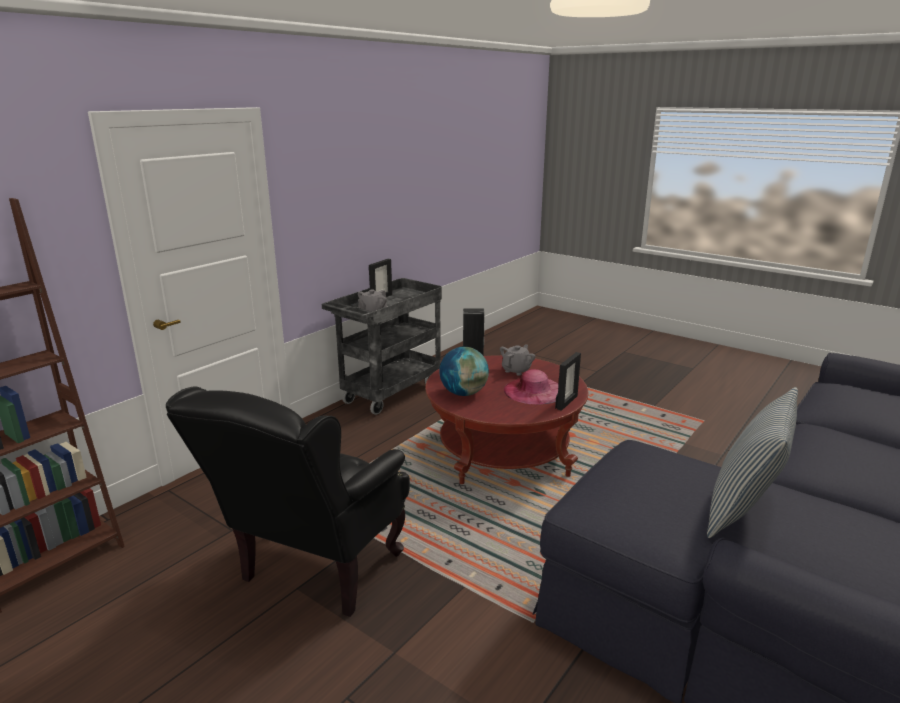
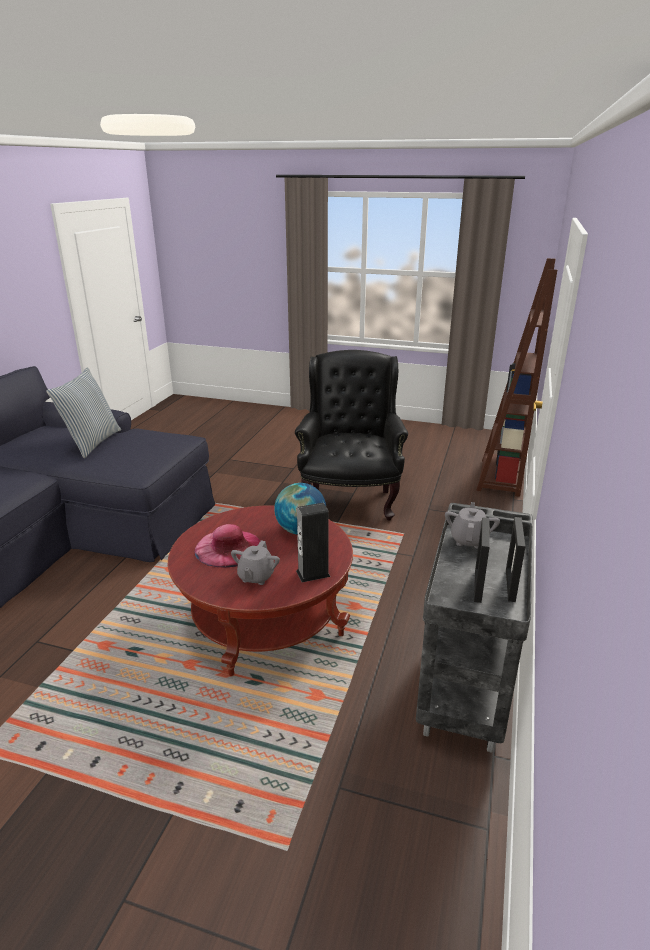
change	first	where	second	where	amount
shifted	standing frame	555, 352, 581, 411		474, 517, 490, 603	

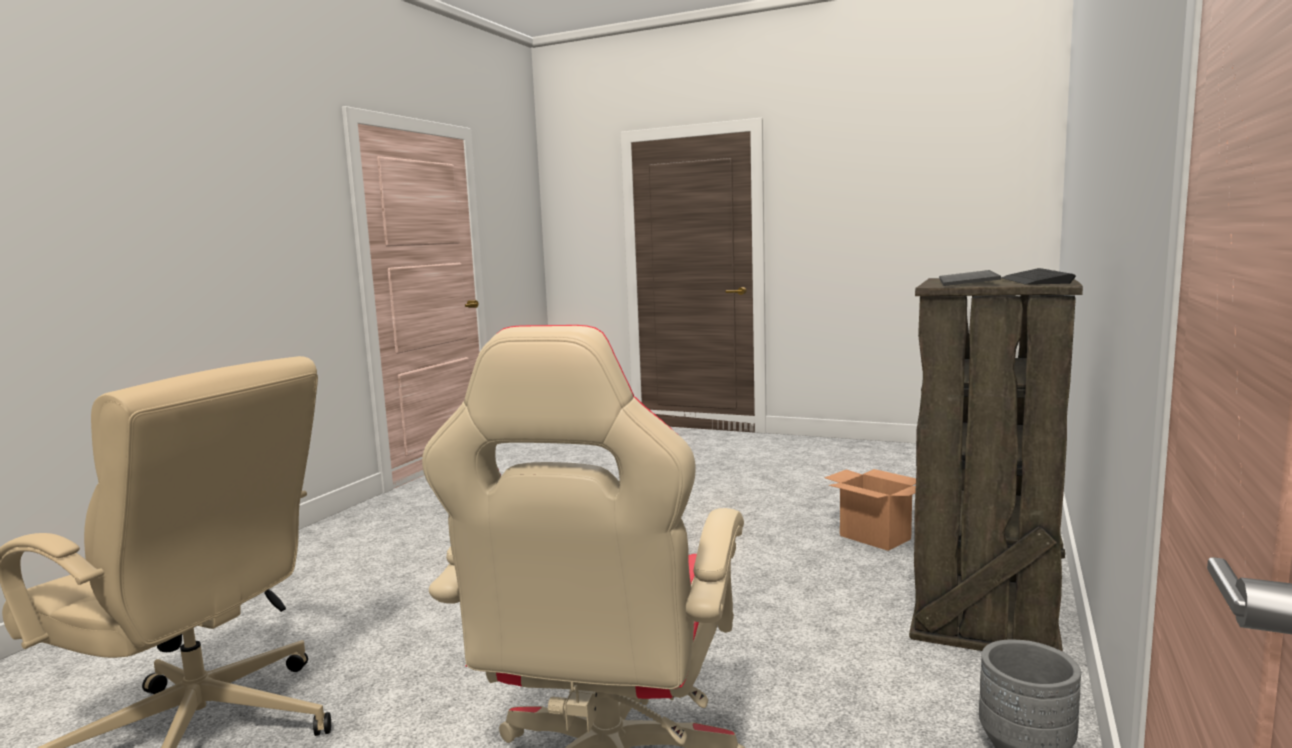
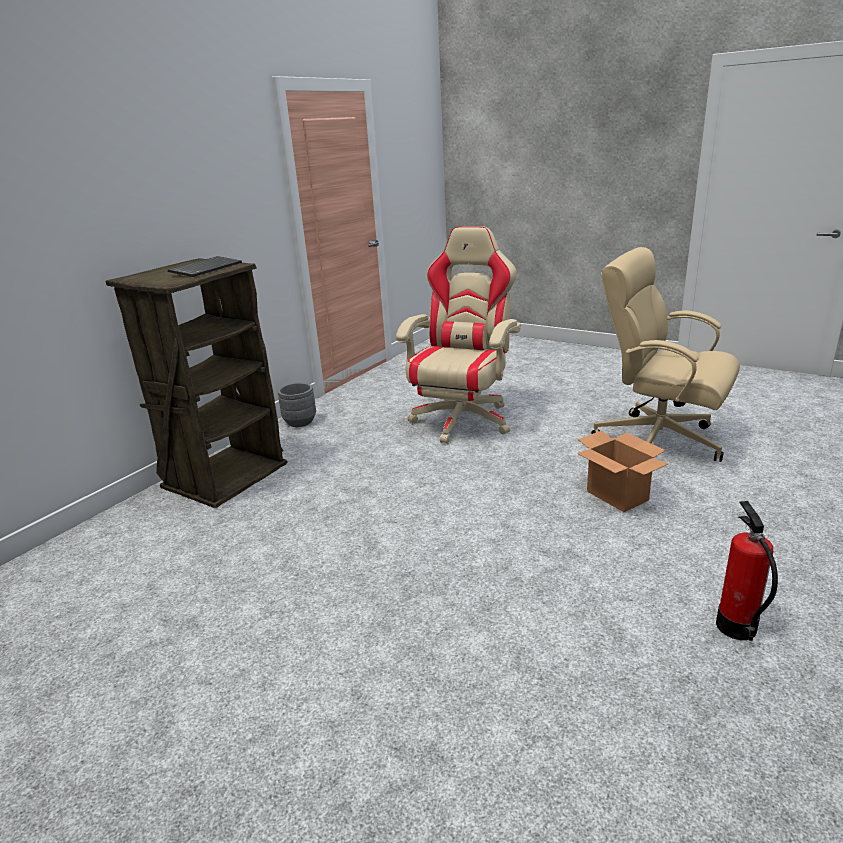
change	first	where	second	where	amount
shifted	packing box	824, 469, 916, 551		577, 431, 668, 512	
new			fire-fighting cylinder	716, 501, 778, 641	
gone	computer keyboard	1001, 268, 1076, 285			

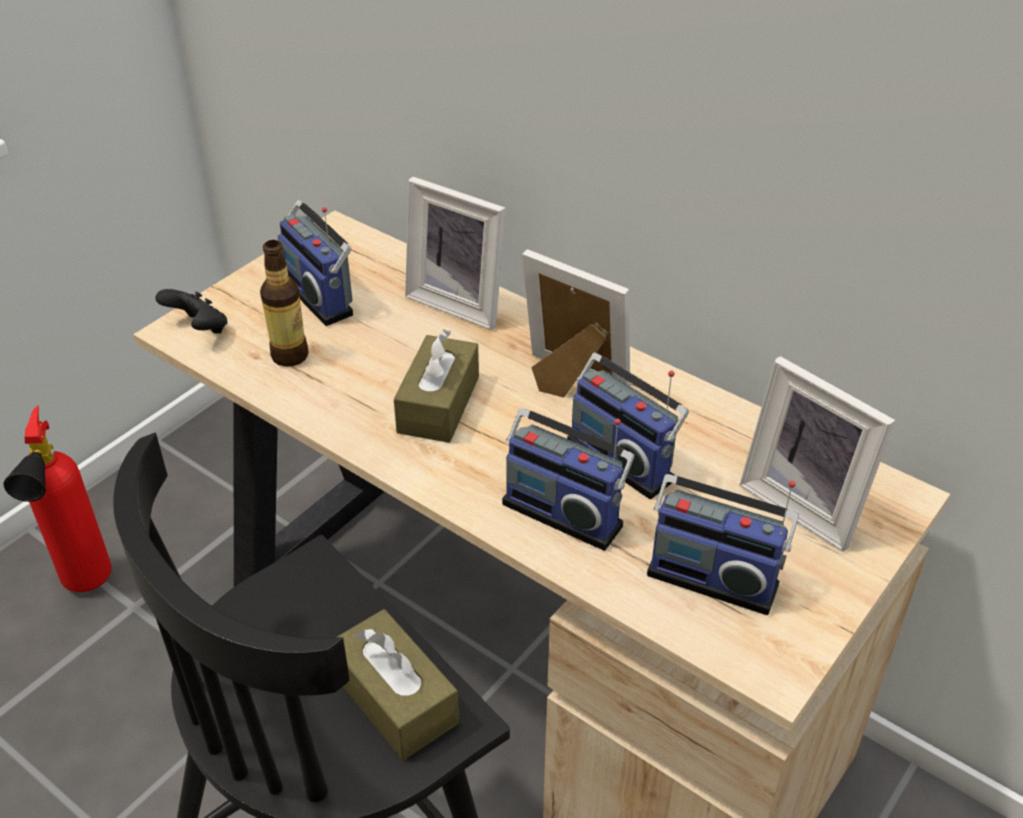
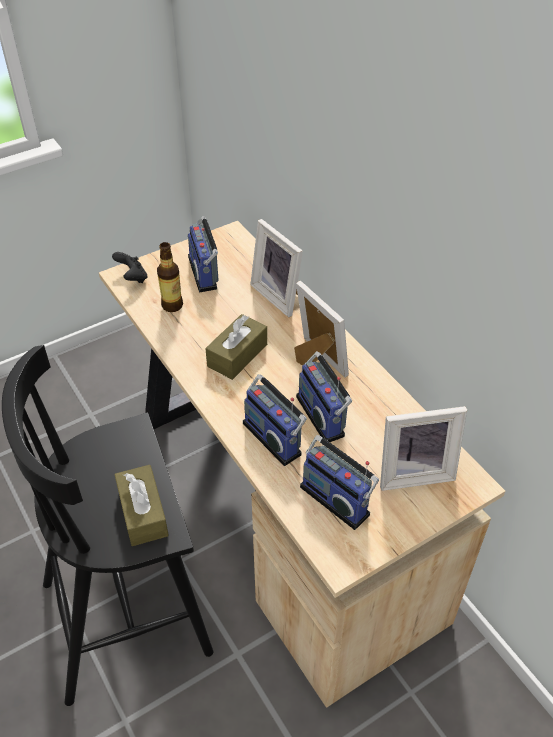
change	first	where	second	where	amount
rotated	standing frame	740, 356, 896, 551		380, 406, 467, 491	75 degrees counterclockwise
gone	fire-fighting cylinder	4, 406, 112, 592			

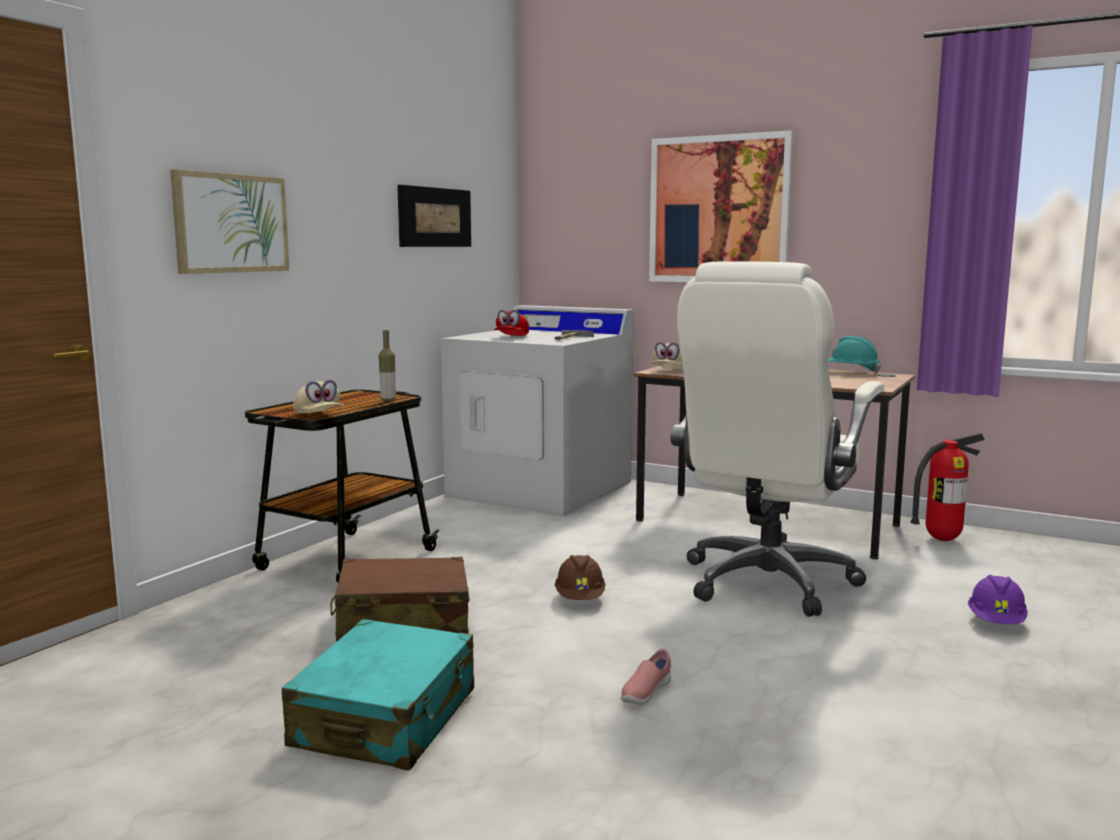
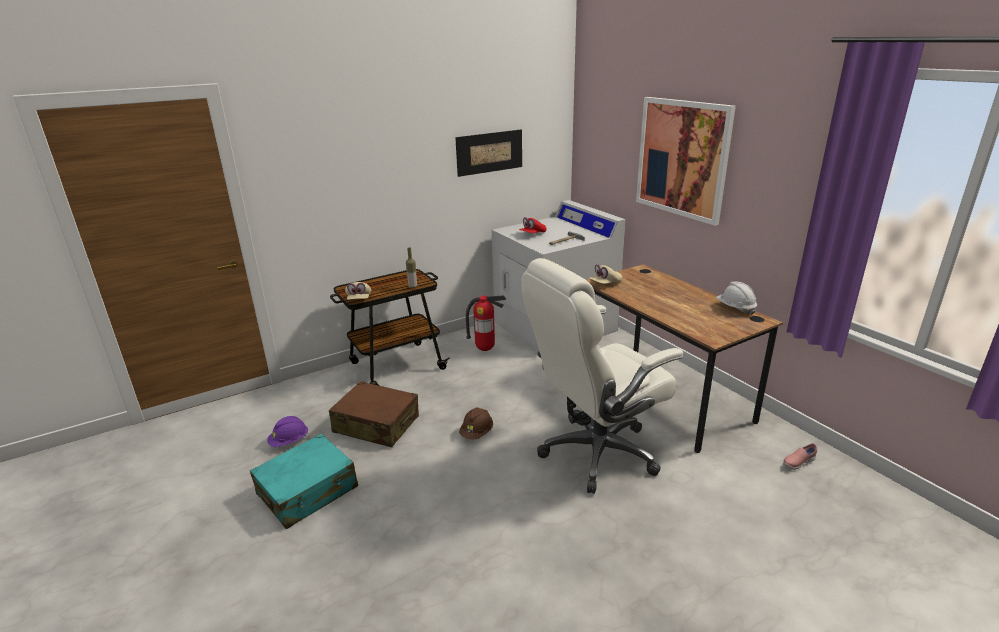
change	first	where	second	where	amount
shifted	hard hat/purplish	968, 575, 1028, 624		267, 416, 308, 447	
shifted	fire-fighting cylinder	910, 433, 985, 541		466, 295, 506, 351	
repainted	hard hat/blue-green	827, 336, 881, 374	hard hat/white-coloured	716, 282, 757, 315	
shifted	item of footwear/pink-coloured	621, 649, 671, 705		783, 443, 817, 470	
gone	picture	170, 169, 289, 274			

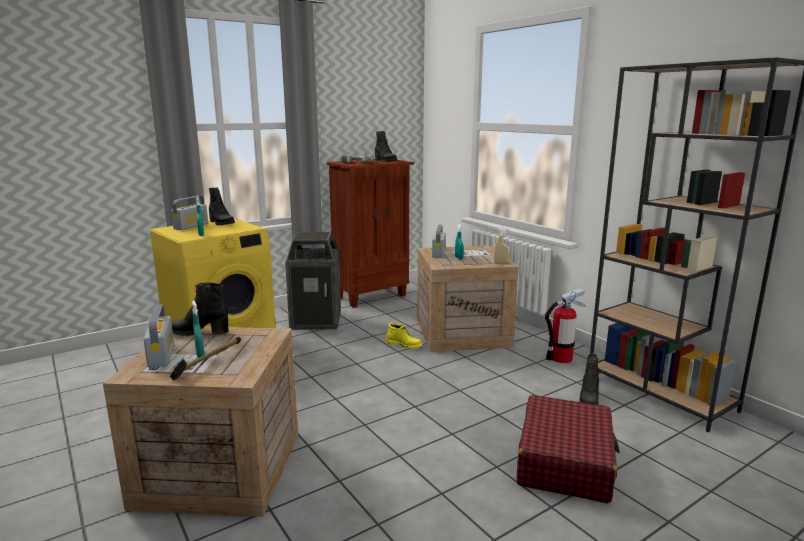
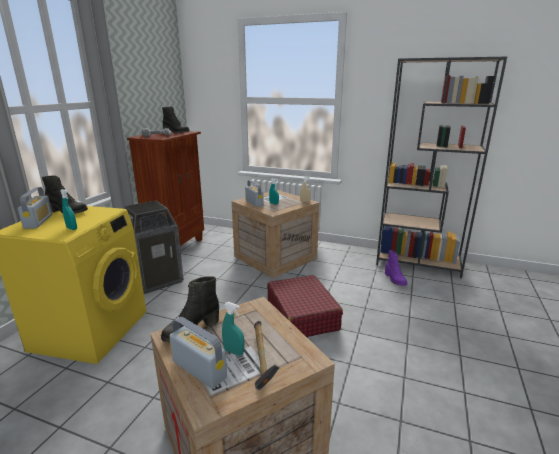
change	first	where	second	where	amount
shifted	suitcase/reddish	517, 395, 620, 504		267, 275, 343, 337	
repainted	boot/black	579, 353, 599, 405	boot/purplish	385, 250, 407, 286	
gone	boot/yellowish	386, 323, 423, 348			
gone	fire-fighting cylinder	545, 288, 585, 363			

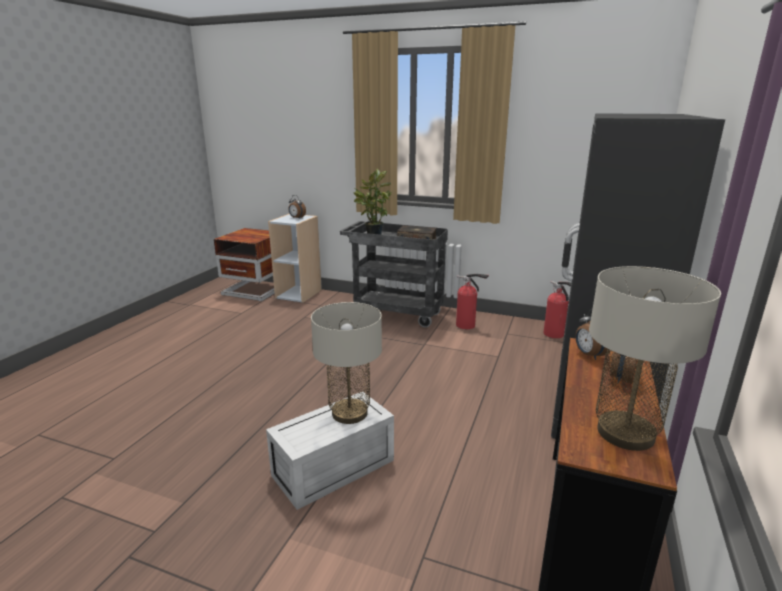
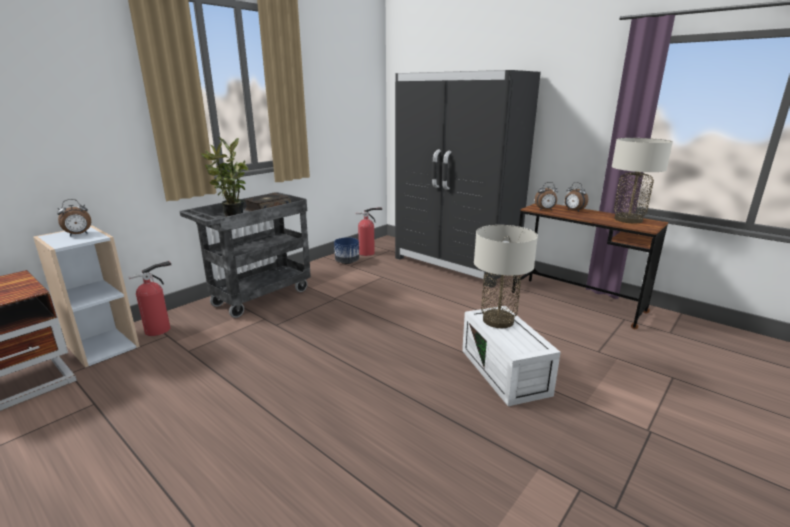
change	first	where	second	where	amount
shifted	fire-fighting cylinder	456, 274, 489, 329		129, 261, 171, 336	
new			plant pot/bluish	334, 237, 359, 264	

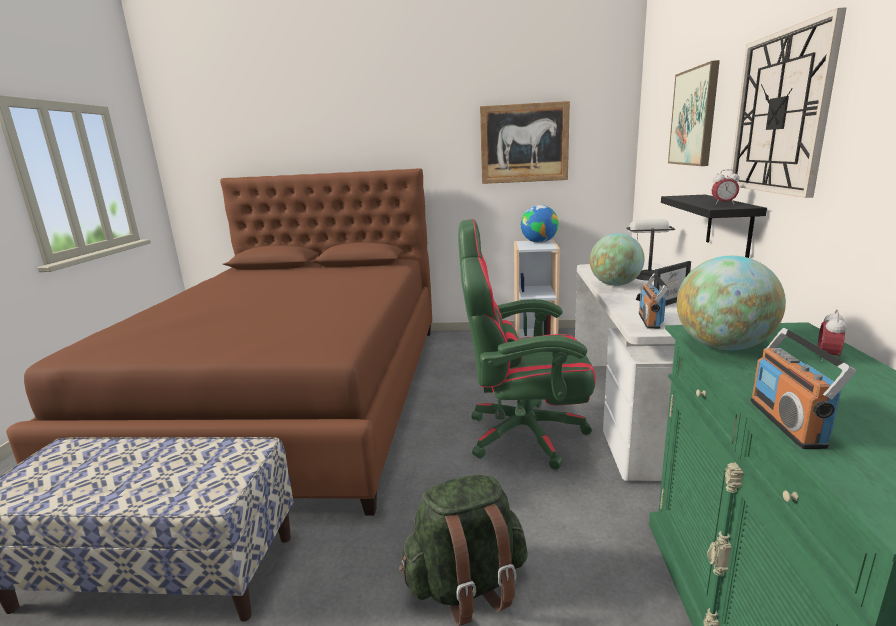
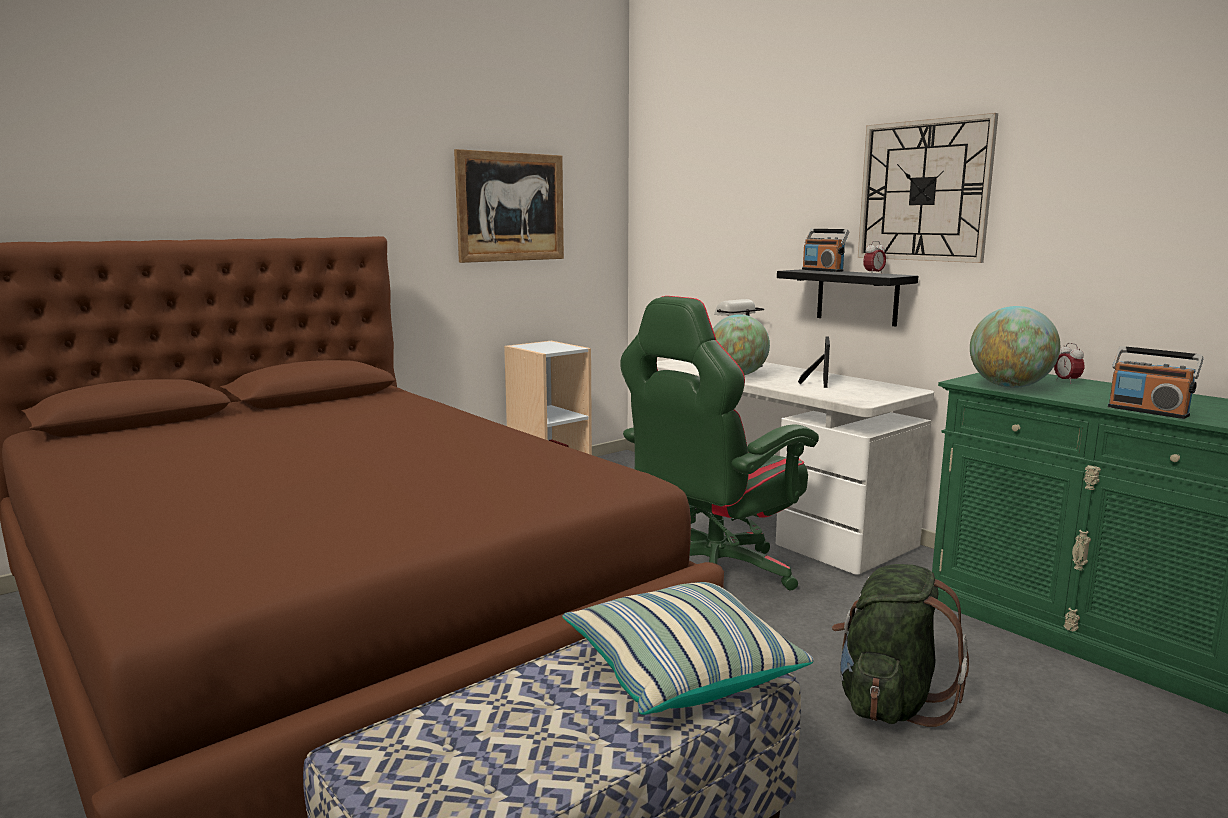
change	first	where	second	where	amount
new			throw pillow	562, 582, 814, 715	
shifted	radio	639, 273, 668, 329		802, 229, 849, 272	
gone	world globe	521, 205, 559, 243			
gone	picture	668, 60, 720, 166			

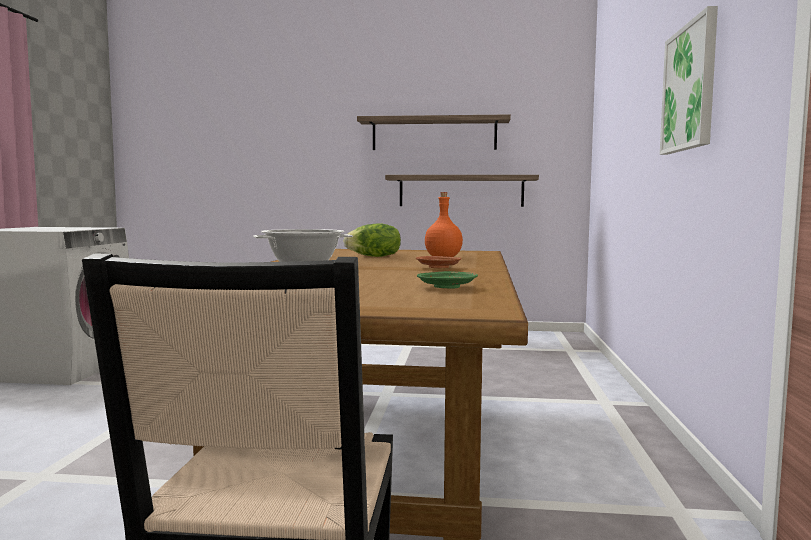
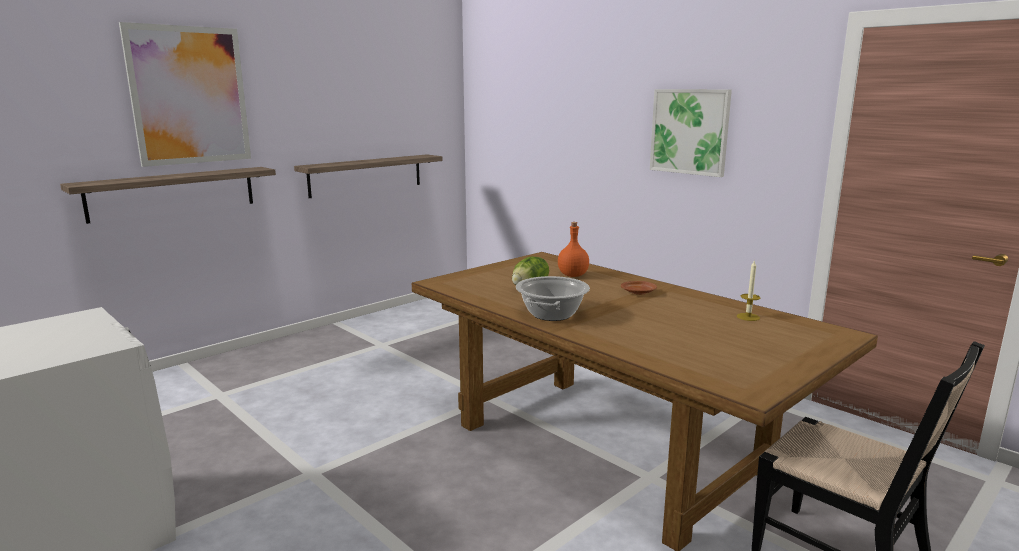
change	first	where	second	where	amount
shifted	wall shelf	357, 114, 511, 150		60, 167, 276, 224	
new			picture	119, 22, 251, 167	
swapped	flat dish/green-coloured	417, 271, 478, 288	wax candle	737, 260, 760, 321	

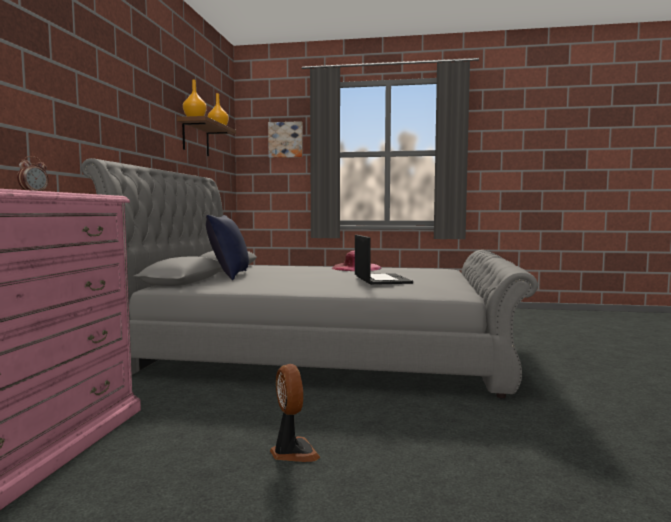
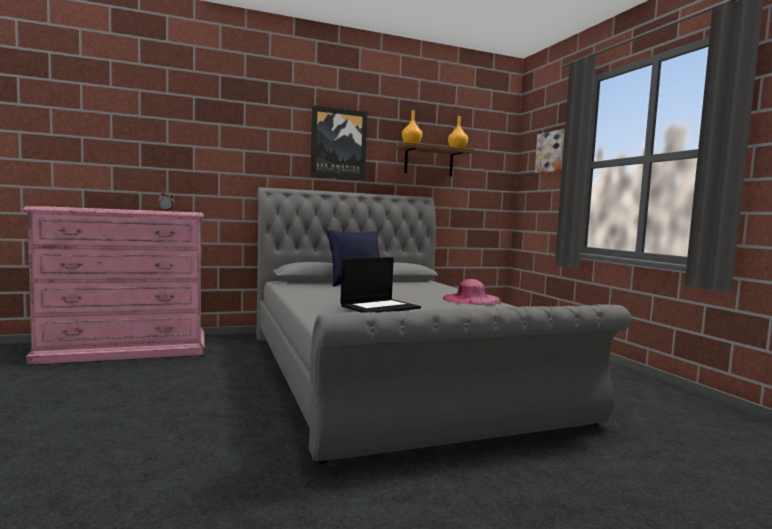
change	first	where	second	where	amount
new			picture	310, 105, 368, 180	
gone	cooling fan	270, 364, 320, 462			

